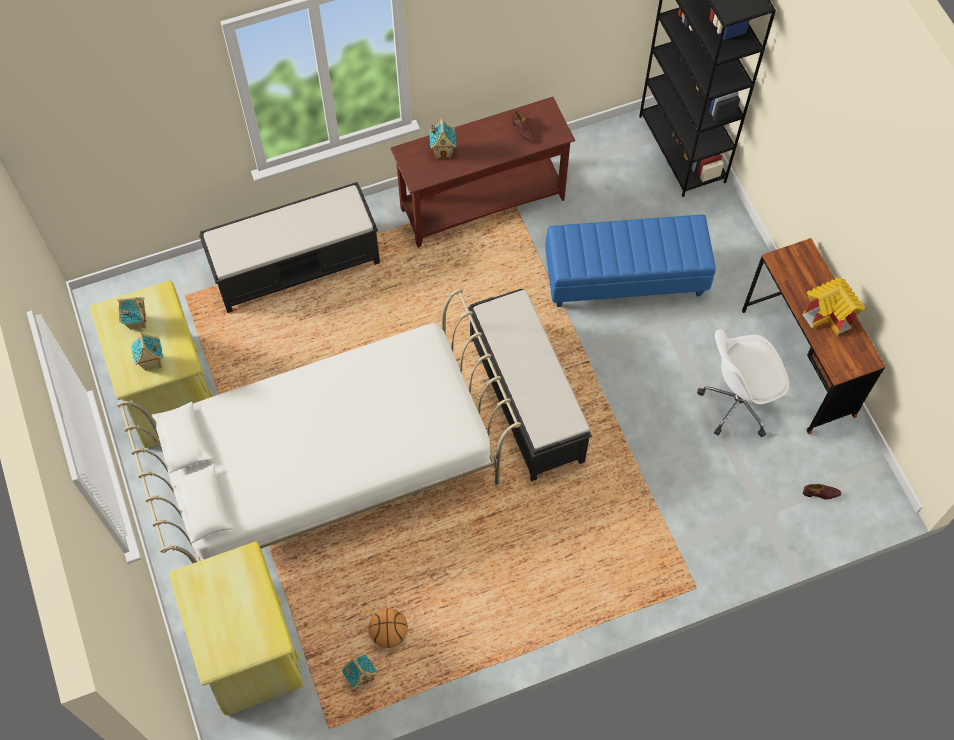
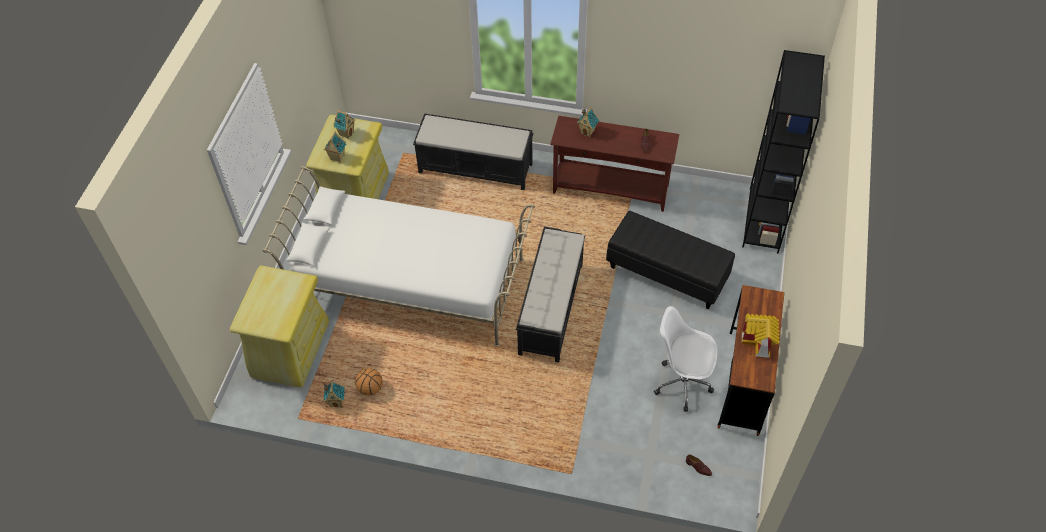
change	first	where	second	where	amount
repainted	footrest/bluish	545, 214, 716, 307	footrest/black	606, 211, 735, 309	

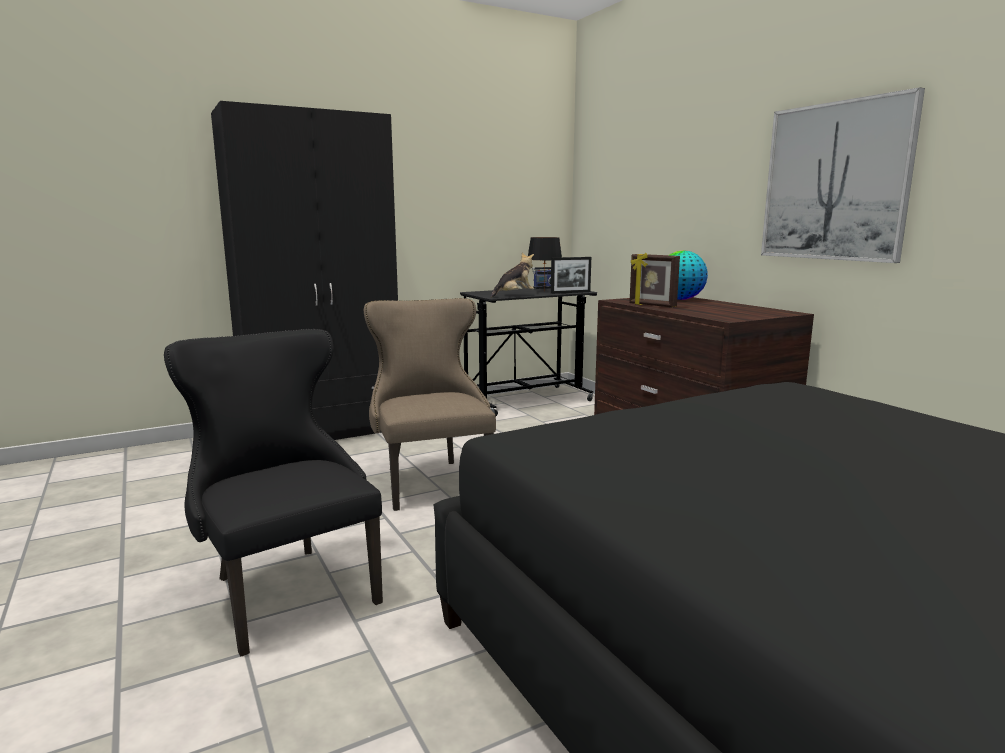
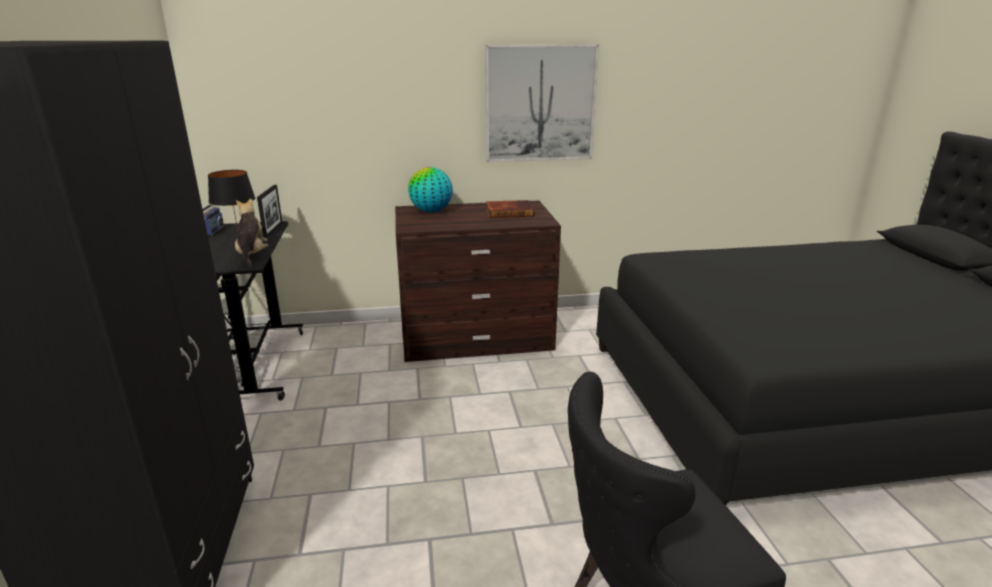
change	first	where	second	where	amount
new			volume	486, 200, 534, 218	
gone	upright chair/beige-coloured	364, 298, 496, 511			
gone	standing frame	629, 253, 680, 307			

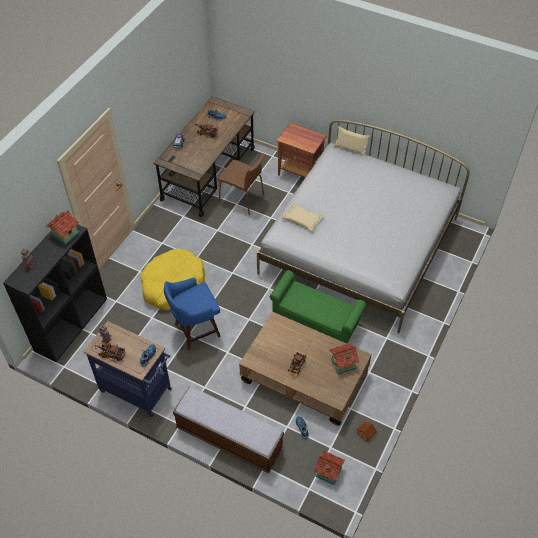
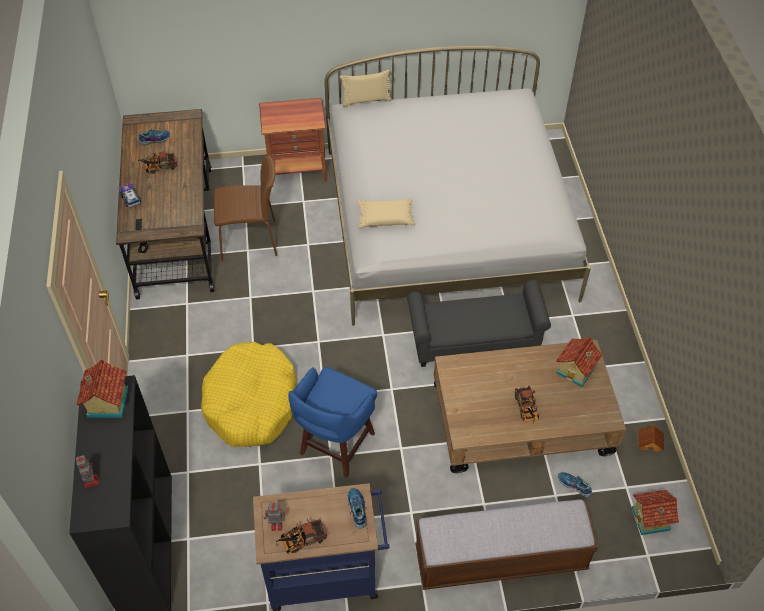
change	first	where	second	where	amount
repainted	footrest/green-coloured	270, 270, 366, 343	footrest/grey	407, 280, 551, 367	

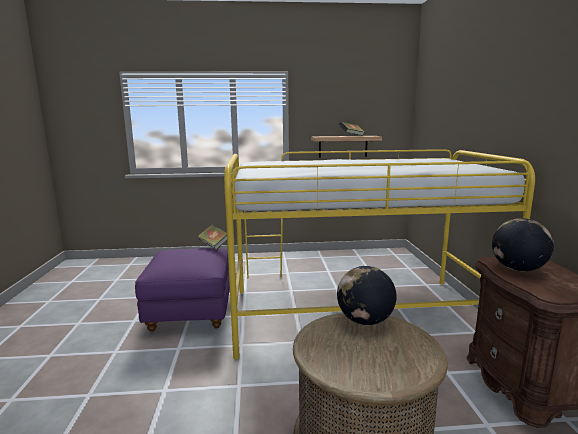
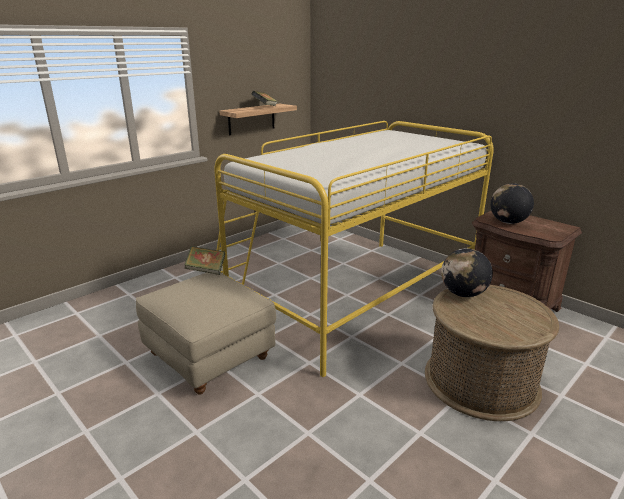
change	first	where	second	where	amount
repainted	footrest/purplish	135, 248, 230, 332	footrest/beige-coloured	136, 272, 276, 395	

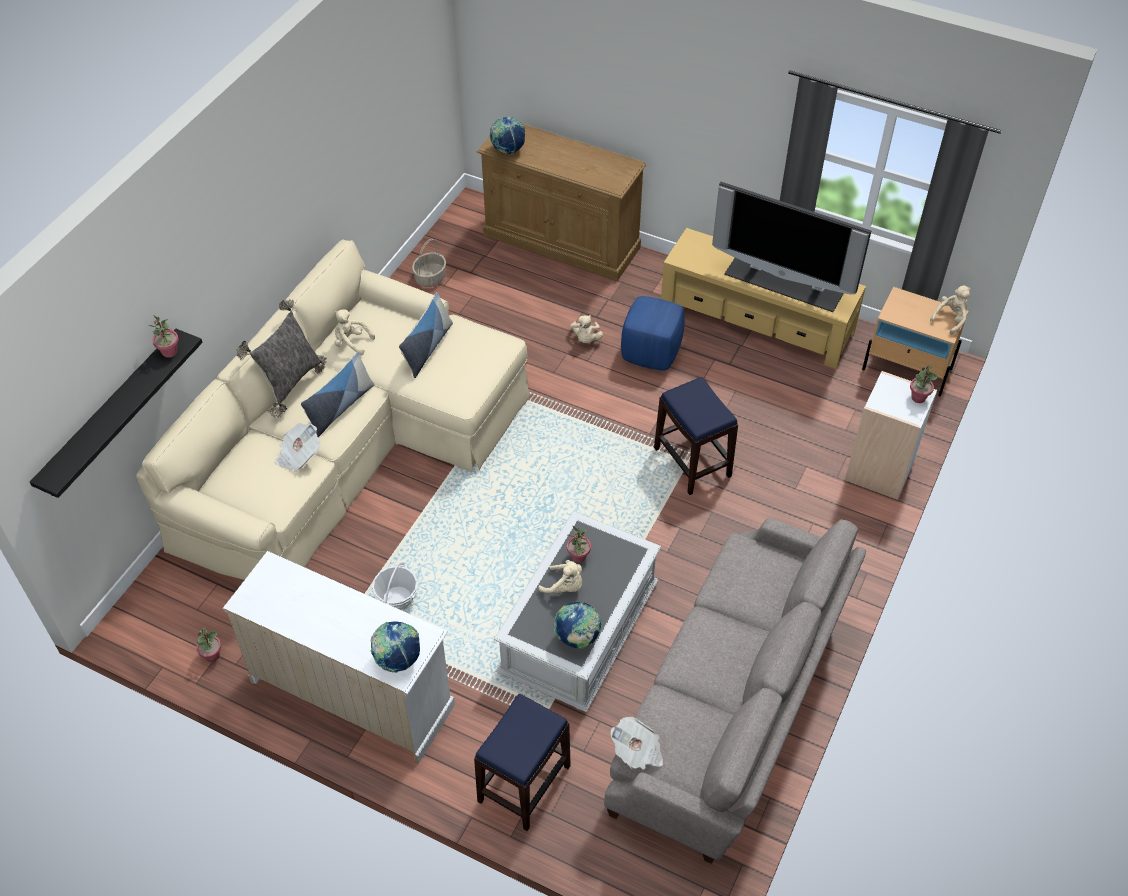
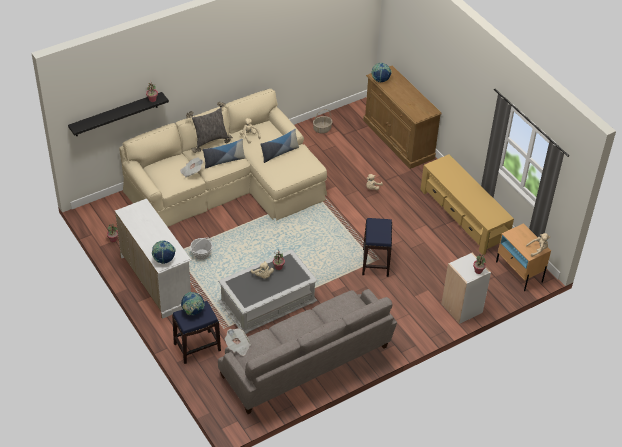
change	first	where	second	where	amount
shifted	world globe	553, 602, 602, 649		181, 292, 205, 315	
gone	footrest/bluish	621, 296, 685, 371			
gone	television	712, 182, 871, 312			

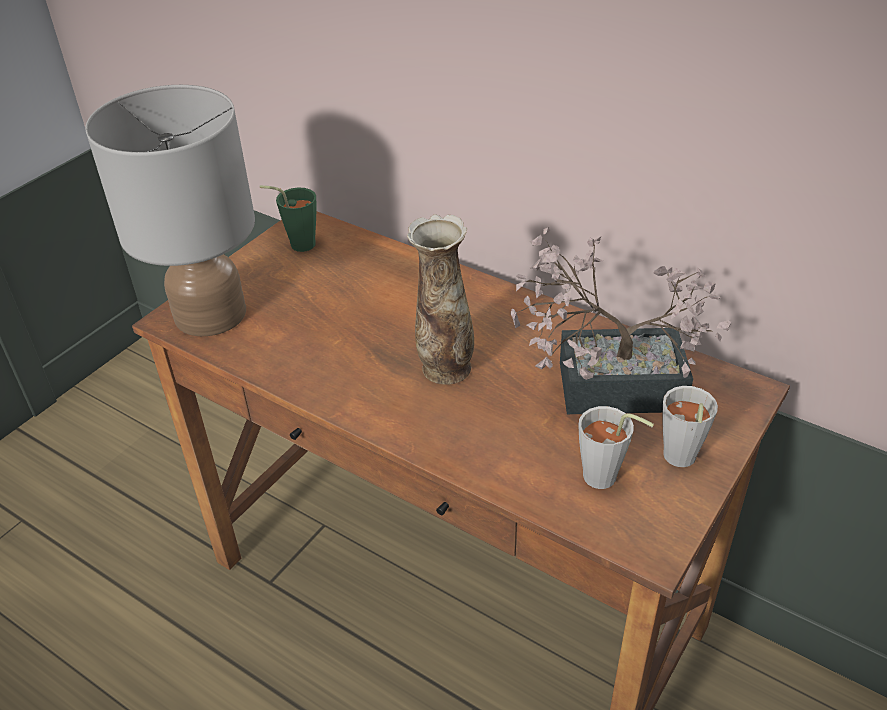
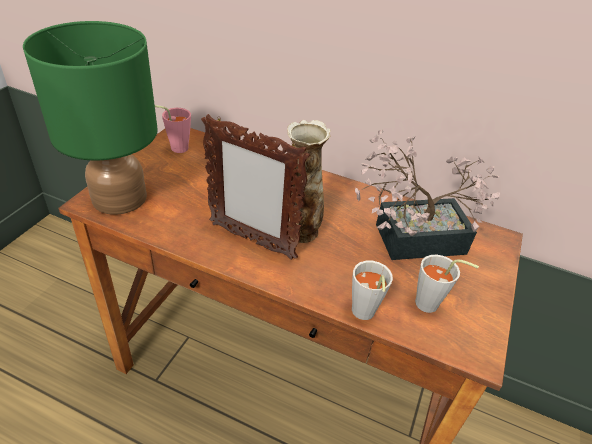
change	first	where	second	where	amount
repainted	lamp for a table/grey	85, 85, 255, 336	lamp for a table/green-coloured	23, 21, 158, 215	
repainted	drinking cup/green-coloured	260, 185, 317, 252	drinking cup/pink-coloured	155, 105, 191, 153	
new			standing frame	201, 114, 310, 260	
shifted	drinking cup/grey	662, 386, 718, 467		352, 261, 393, 320	

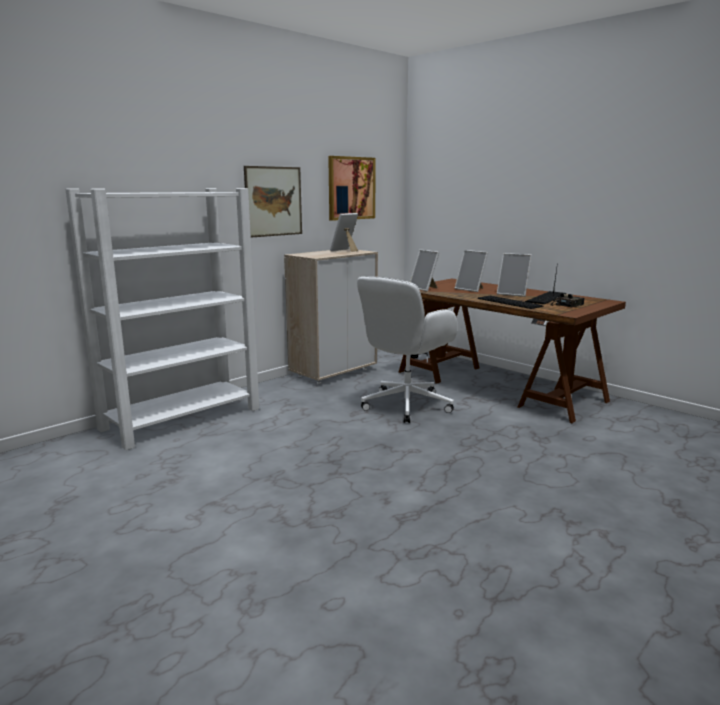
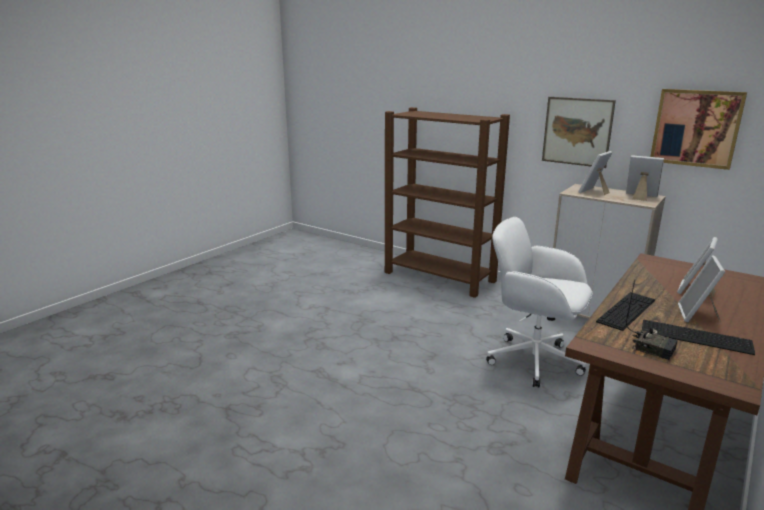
change	first	where	second	where	amount
repainted	shelving unit/white-coloured	65, 188, 259, 450	shelving unit/brownish	385, 107, 510, 298	
shifted	standing frame	410, 249, 440, 292		578, 151, 612, 195	

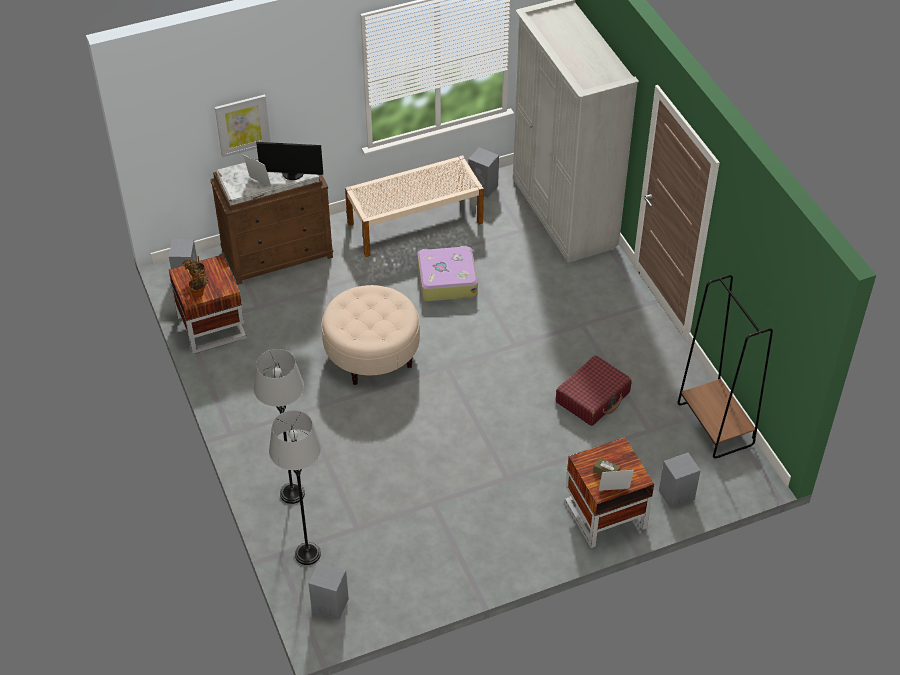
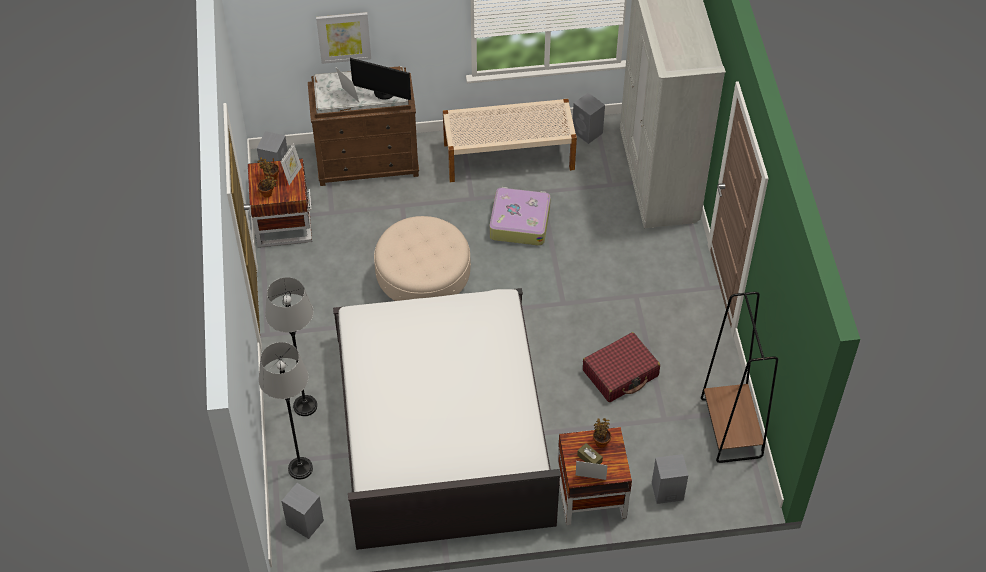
change	first	where	second	where	amount
new			standing frame	281, 143, 302, 185	
new			bed/white-coloured	333, 288, 561, 550	
new			potted plant	593, 418, 611, 448	

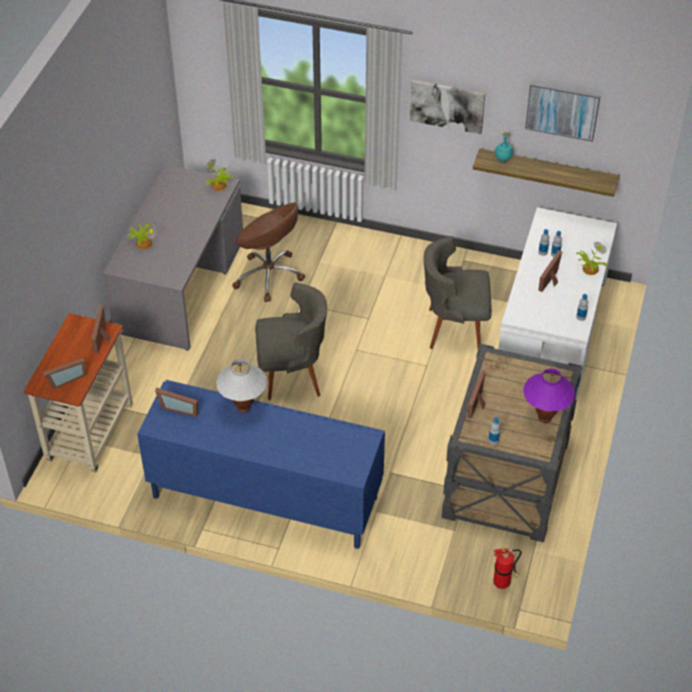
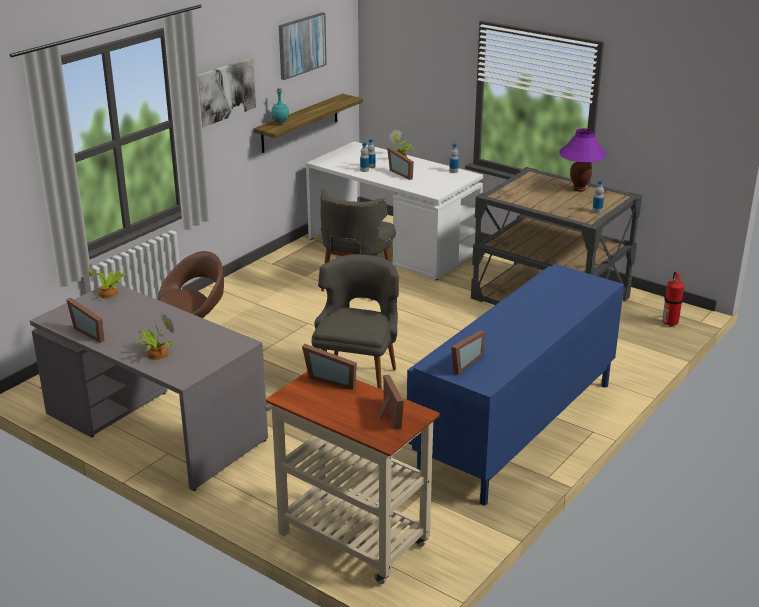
change	first	where	second	where	amount
shifted	standing frame	467, 370, 486, 418		66, 298, 105, 343	
gone	lamp for a table/white-coloured	216, 359, 267, 413			

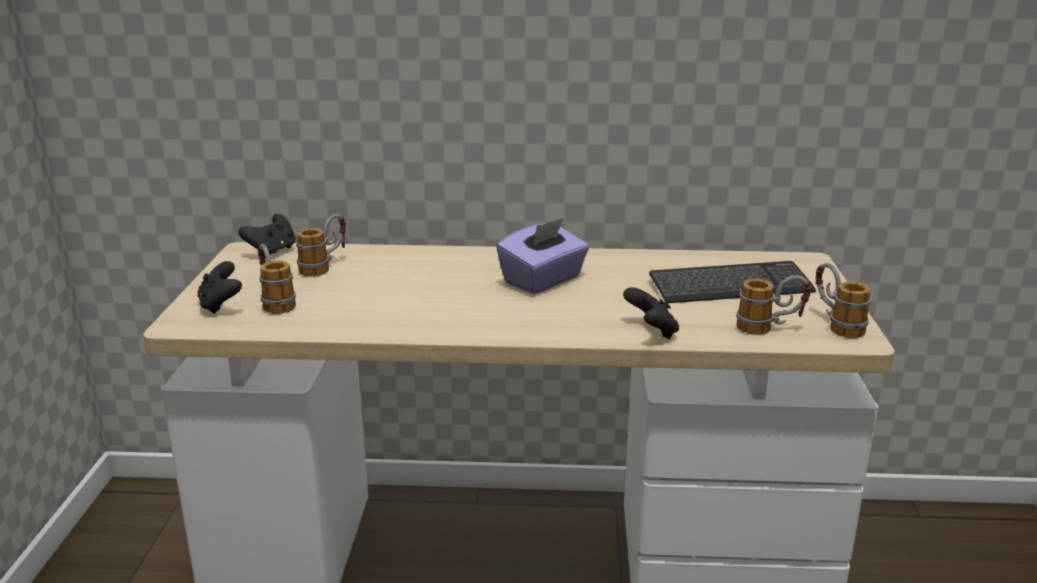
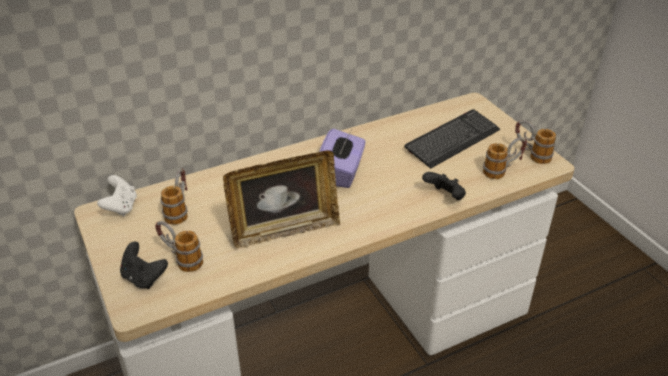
change	first	where	second	where	amount
repainted	gamepad/black	238, 214, 296, 258	gamepad/white-coloured	97, 175, 137, 216	
new			standing frame	223, 150, 340, 248	

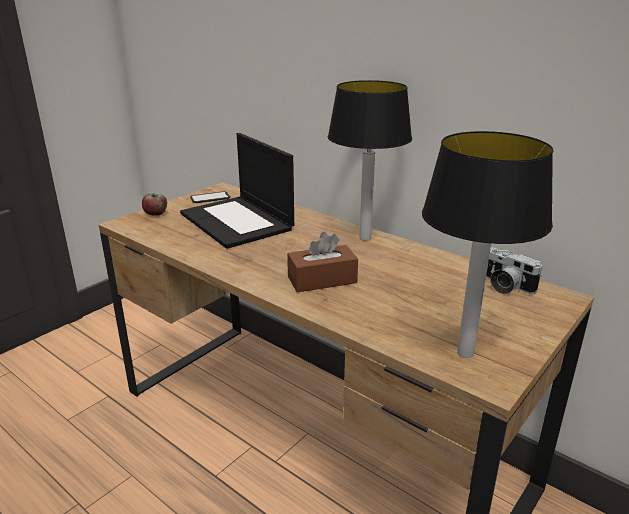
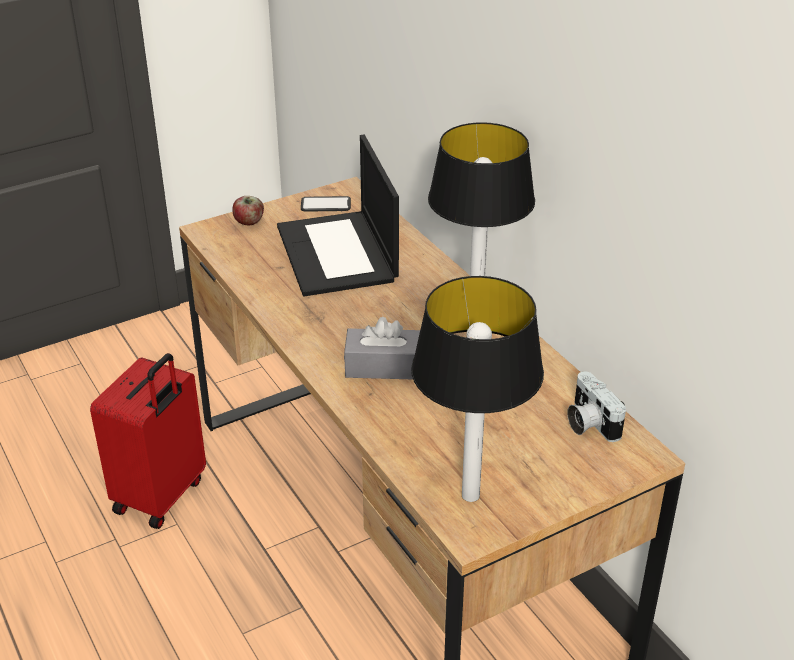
change	first	where	second	where	amount
new			suitcase/reddish	90, 353, 206, 529	
repainted	box of tissues/brownish	287, 232, 358, 293	box of tissues/grey	344, 317, 420, 379	

